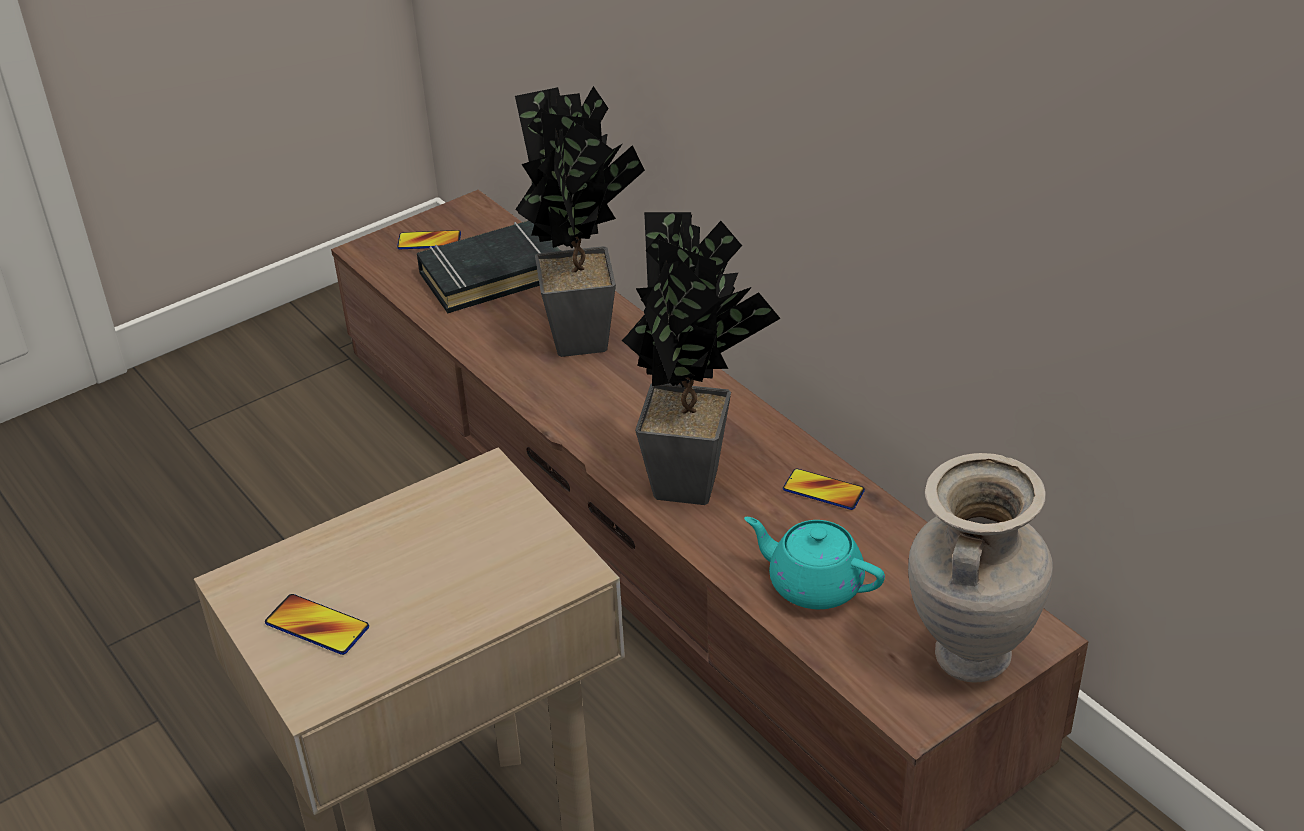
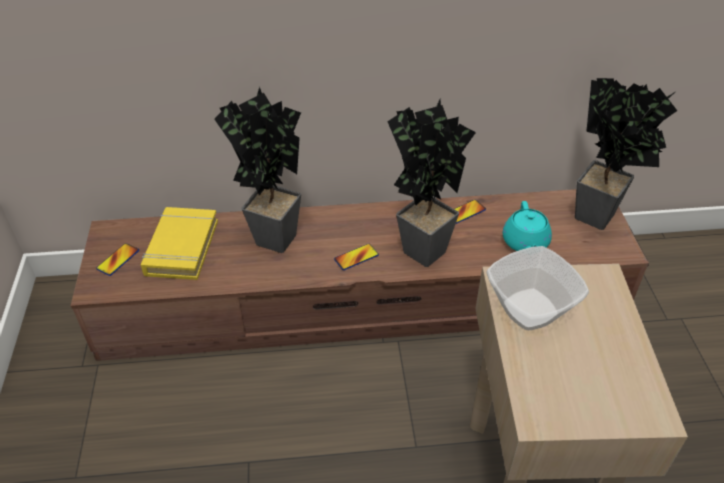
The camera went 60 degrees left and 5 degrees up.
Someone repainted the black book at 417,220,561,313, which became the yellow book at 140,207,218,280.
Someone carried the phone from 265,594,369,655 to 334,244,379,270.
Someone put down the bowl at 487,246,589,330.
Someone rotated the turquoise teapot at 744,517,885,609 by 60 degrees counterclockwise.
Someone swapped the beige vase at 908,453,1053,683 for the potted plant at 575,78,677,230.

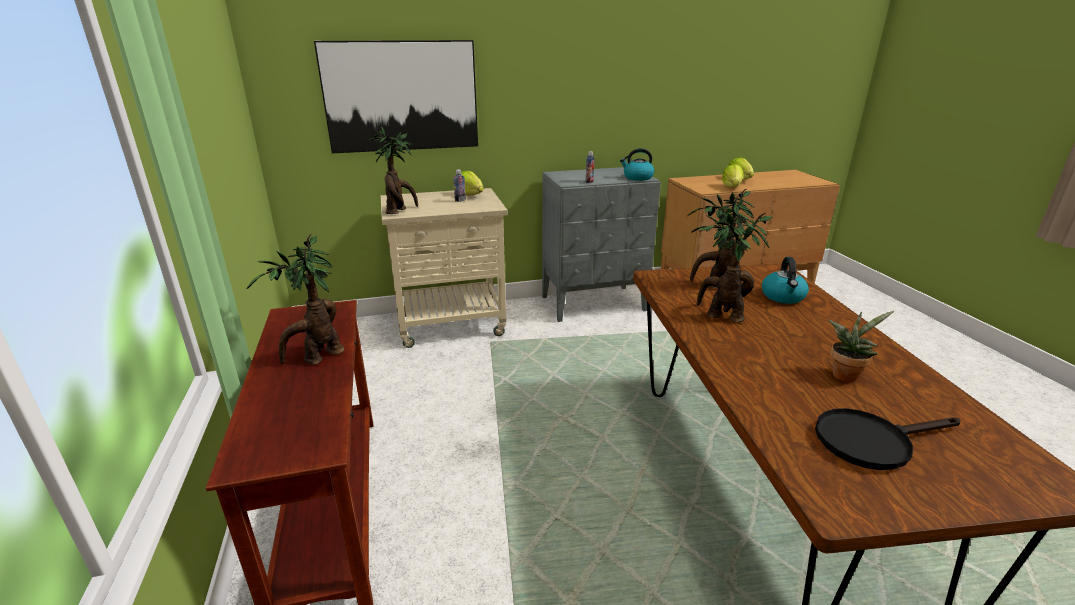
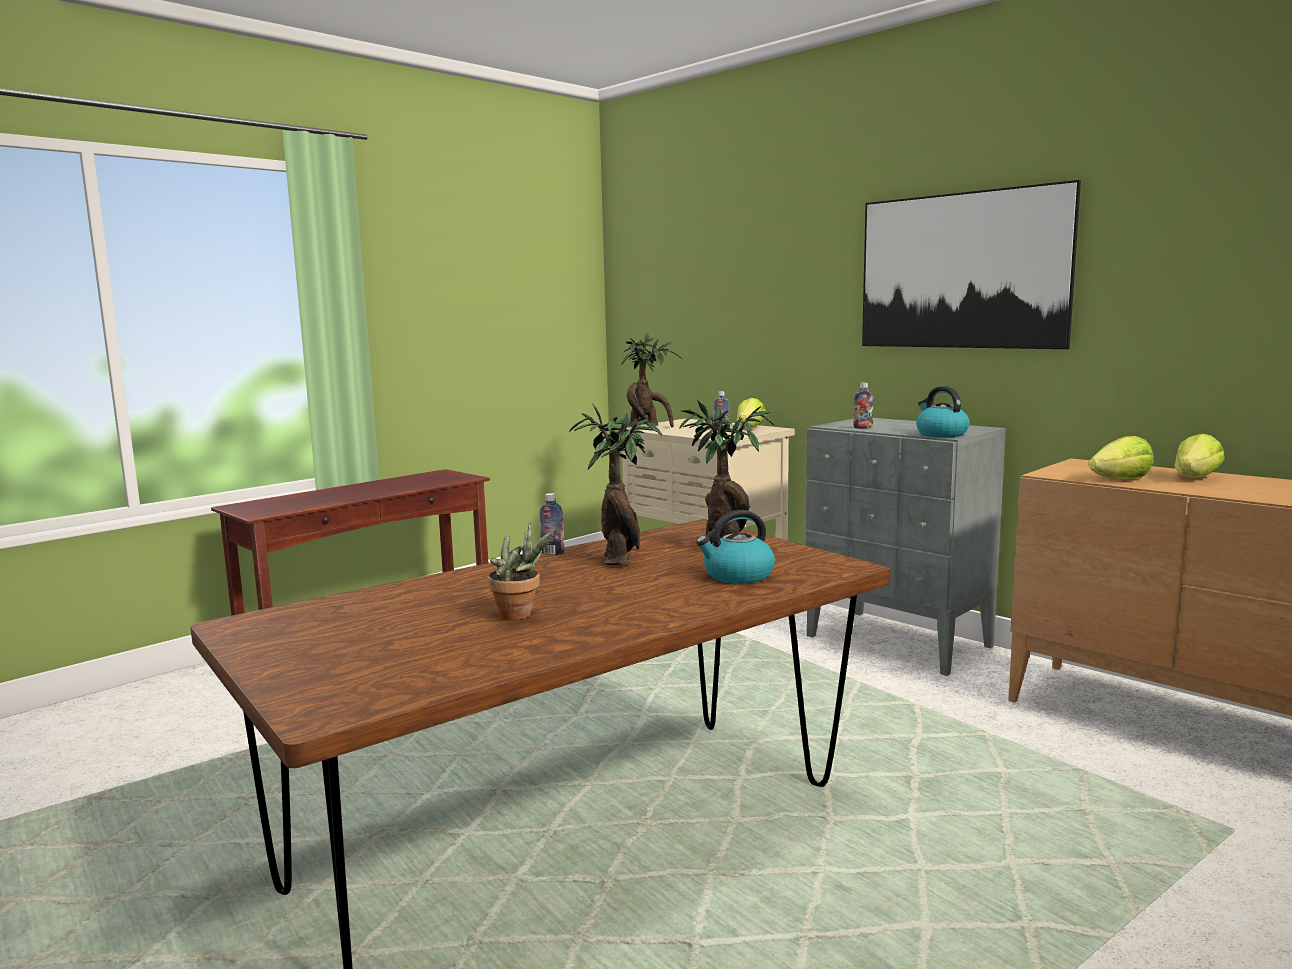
The camera went 60 degrees right and 15 degrees down.
Someone put down the bottle at 539,493,564,555.
Someone carried the picture from 314,40,478,153 to 862,180,1081,349.
Someone took away the potted plant at 247,234,344,364.
Someone took away the black frying pan at 815,408,960,470.

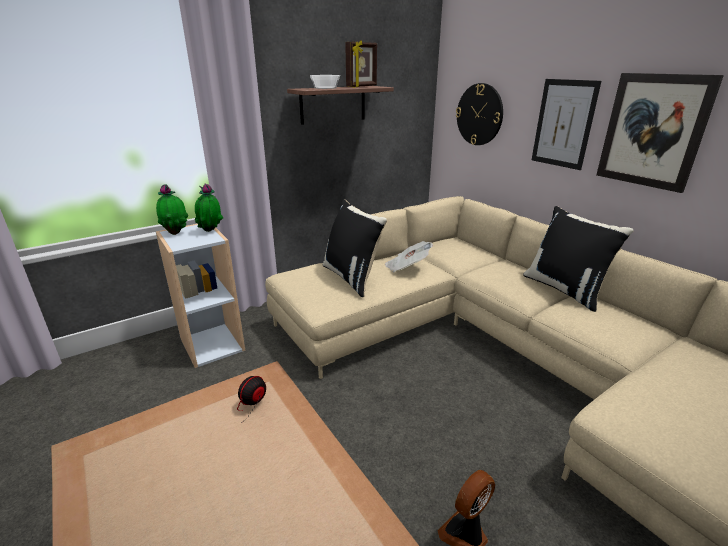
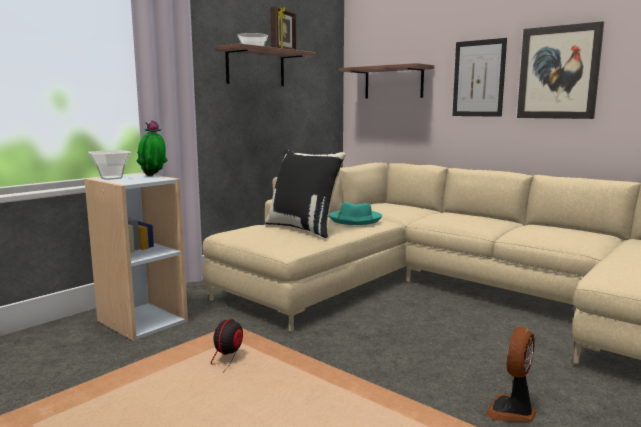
The camera went 15 degrees left and 15 degrees down.
Someone swapped the potted plant at 156,184,189,235 for the bowl at 88,150,131,180.
Someone swapped the newspaper at 385,241,433,273 for the turquoise hat at 329,202,382,225.
Someone swapped the wall clock at 456,83,503,145 for the shelf at 339,63,435,99.
Someone took away the black pillow at 523,206,634,312.

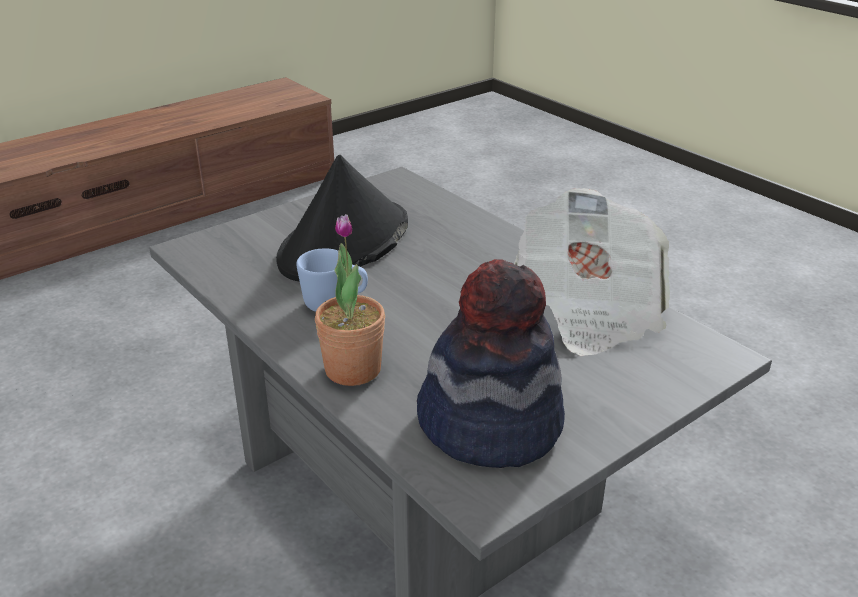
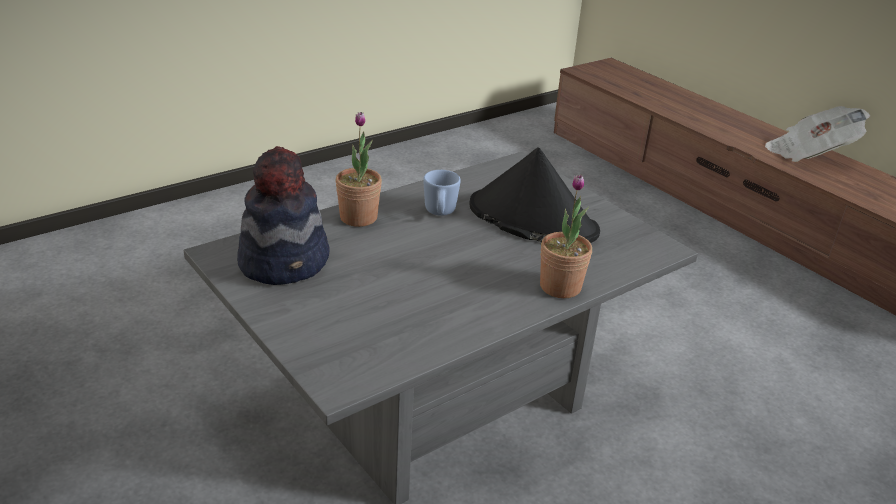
The camera went 90 degrees right and 0 degrees up.
Someone put down the potted plant at 540,174,592,298.
Someone carried the newspaper from 514,188,670,356 to 765,106,870,162.

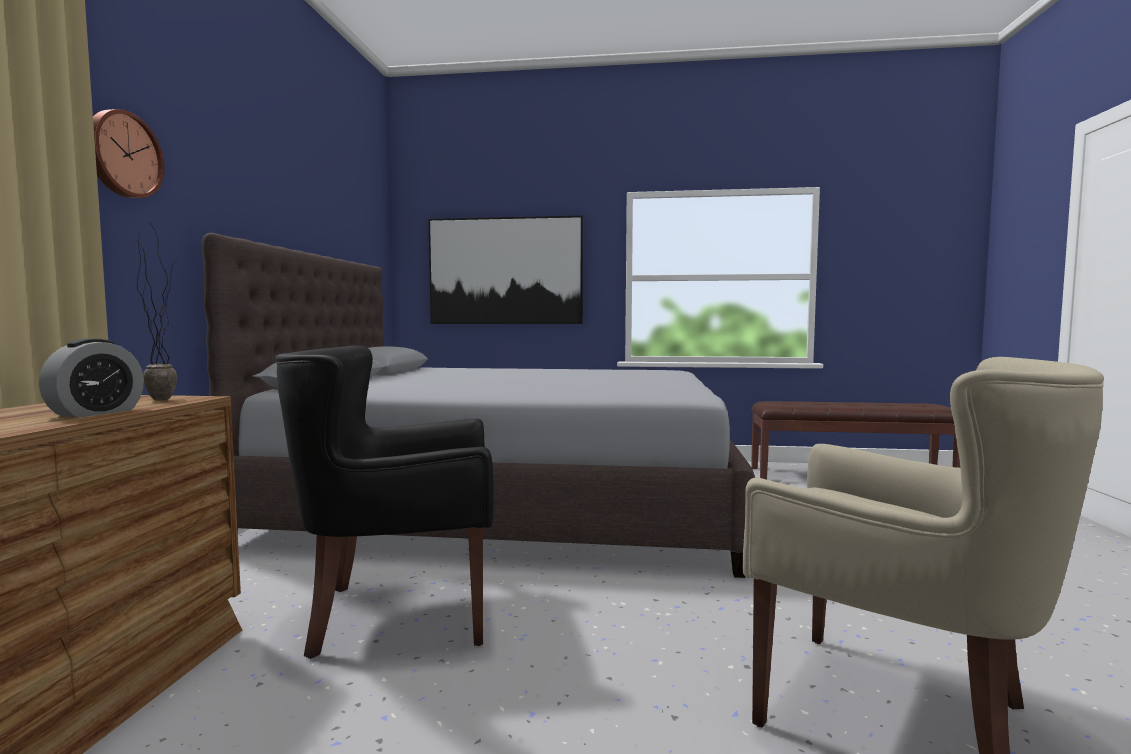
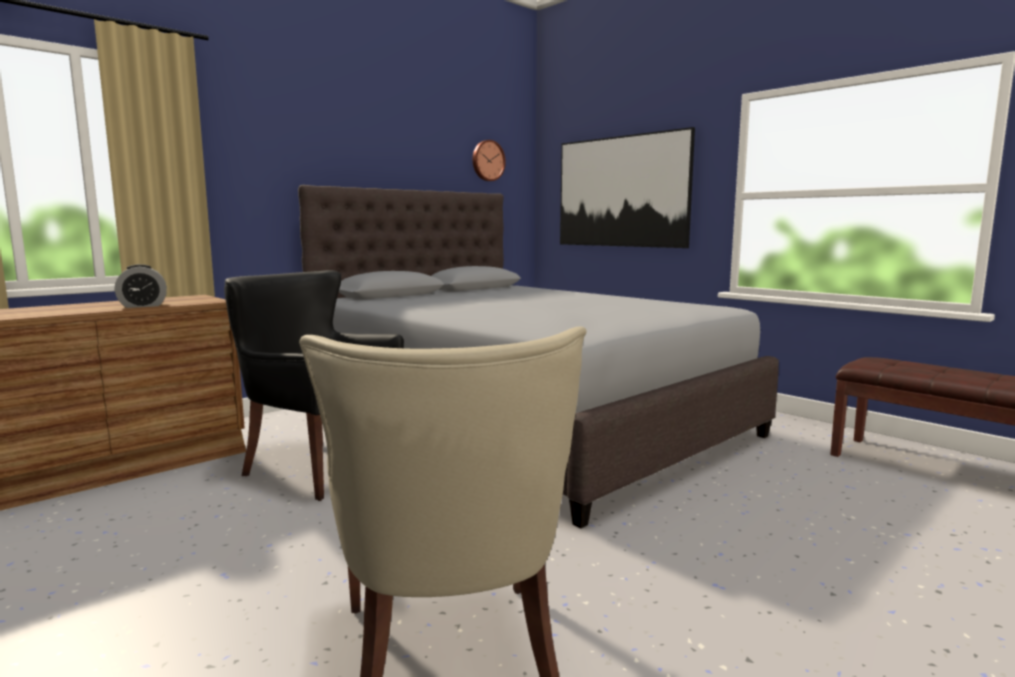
The camera went 40 degrees right and 5 degrees up.
Someone carried the wall clock from 93,109,165,198 to 473,140,506,181.
Someone took away the potted plant at 135,226,177,401.

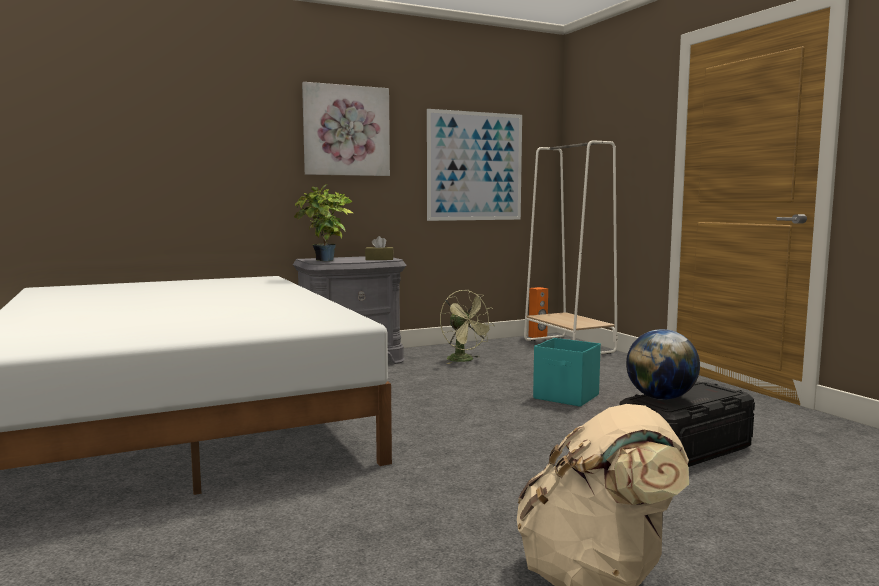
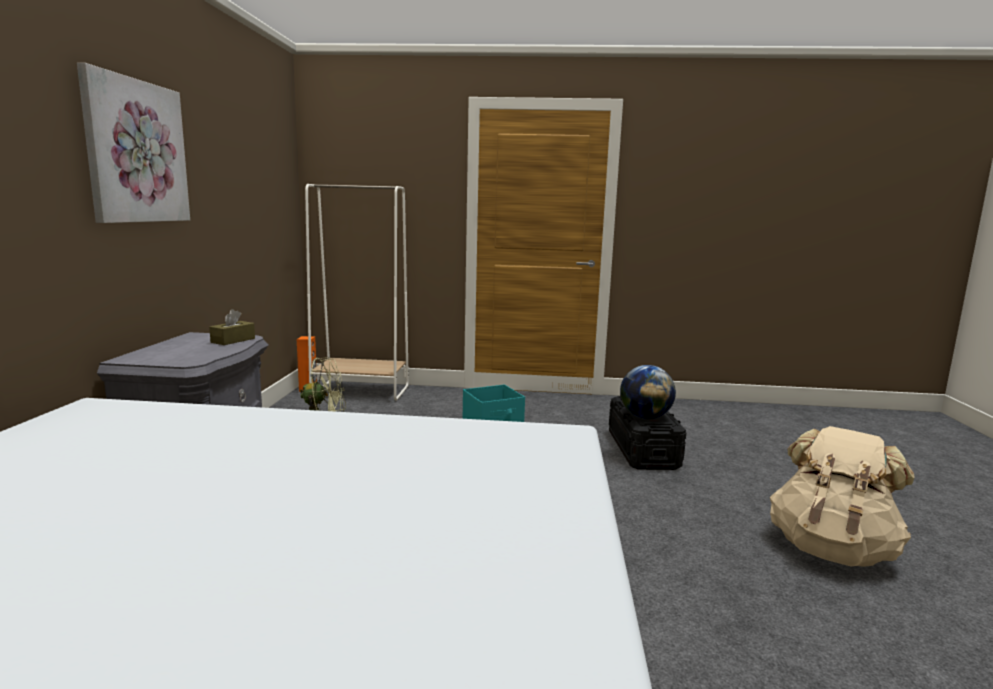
The camera went 60 degrees left and 5 degrees up.
Someone took away the potted plant at 294,184,353,261.
Someone took away the picture at 427,109,522,221.

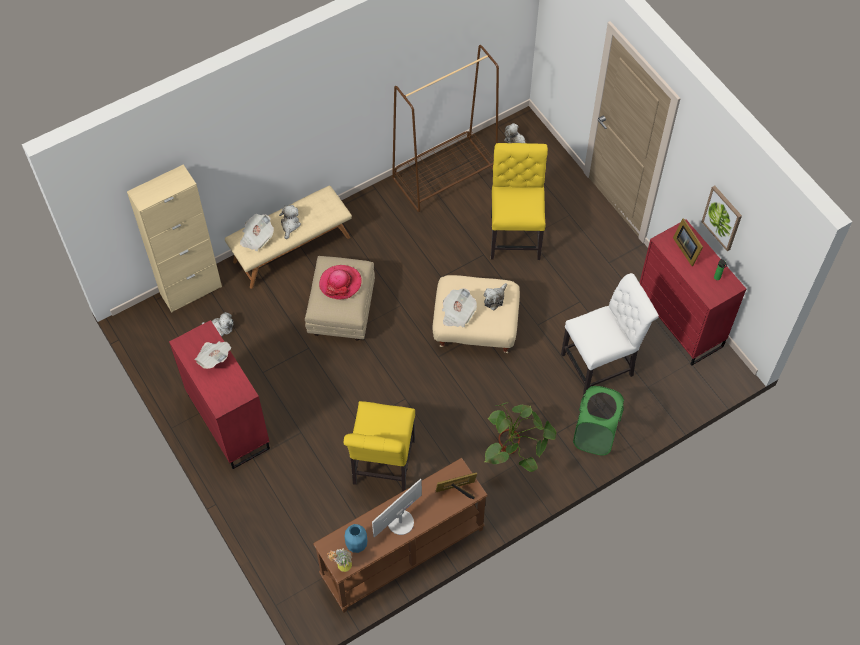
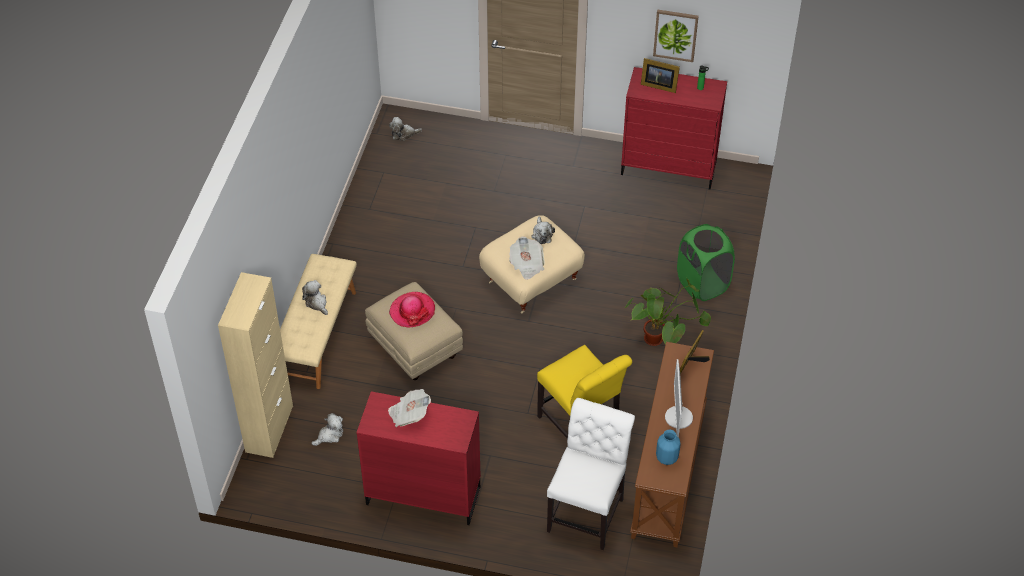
The camera went 45 degrees left and 10 degrees down.
Someone carried the white chair from 561,273,659,395 to 547,398,635,550.
Someone took away the newspaper at 240,214,274,251.
Someone took away the potted plant at 327,549,352,572.
Someone took away the brown clothes rack at 392,45,499,212.
Someone took away the yellow chair at 491,143,548,260.

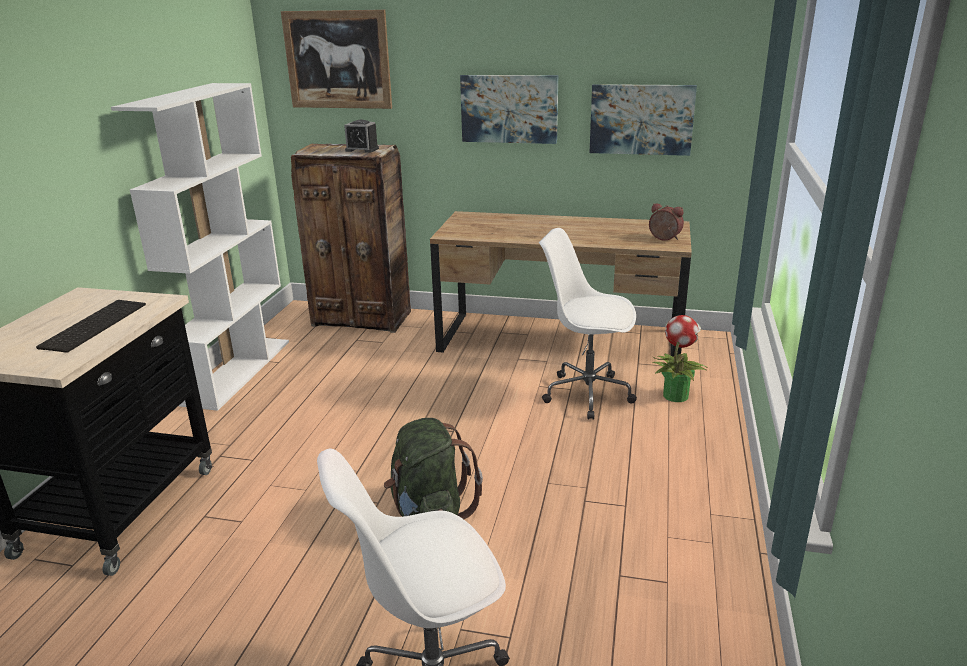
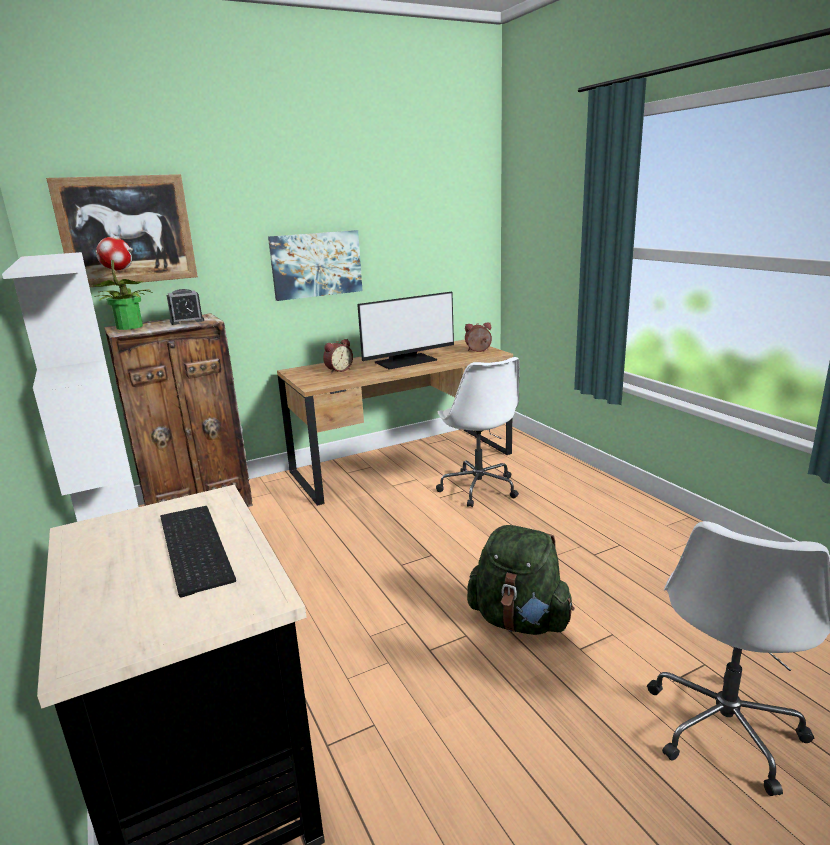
The camera went 40 degrees left and 5 degrees down.
Someone carried the potted plant from 652,315,708,402 to 93,237,153,330.
Someone put down the alarm clock at 323,339,353,373.
Someone put down the monitor at 357,292,454,370.
Someone rotated the white office chair at 539,228,637,420 by 90 degrees counterclockwise.
Someone took away the picture at 589,84,697,156.

